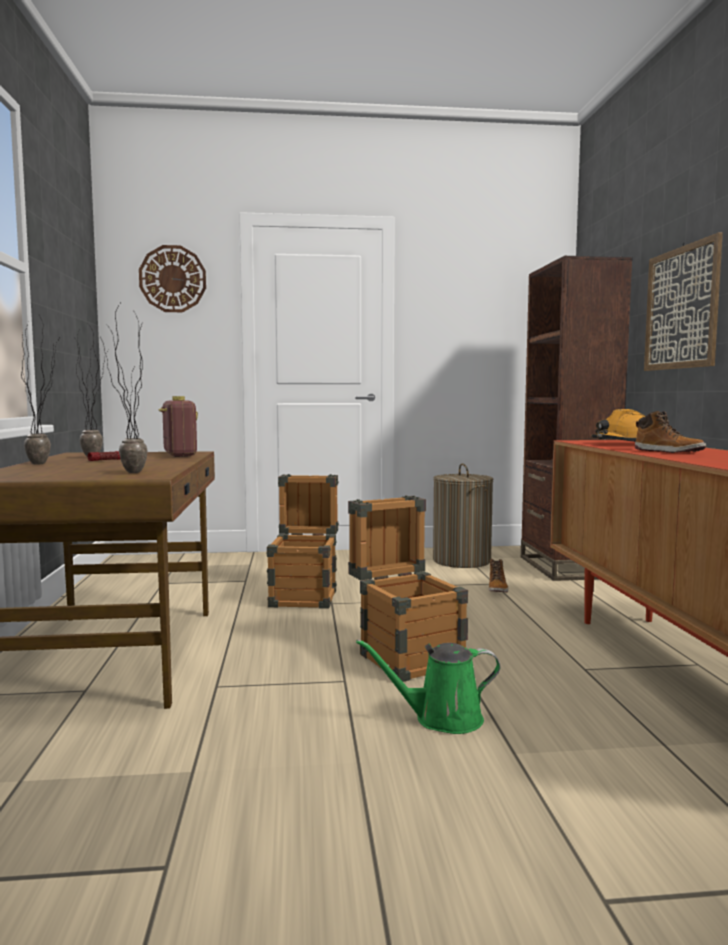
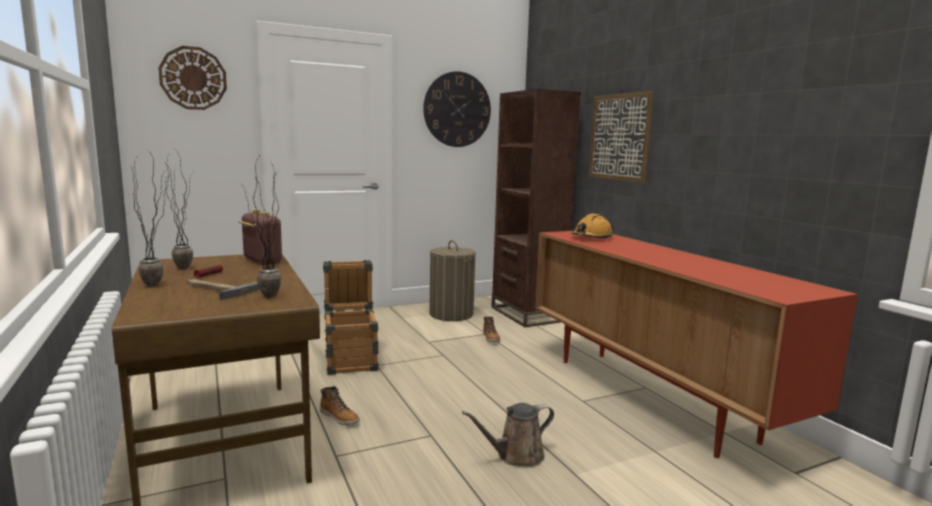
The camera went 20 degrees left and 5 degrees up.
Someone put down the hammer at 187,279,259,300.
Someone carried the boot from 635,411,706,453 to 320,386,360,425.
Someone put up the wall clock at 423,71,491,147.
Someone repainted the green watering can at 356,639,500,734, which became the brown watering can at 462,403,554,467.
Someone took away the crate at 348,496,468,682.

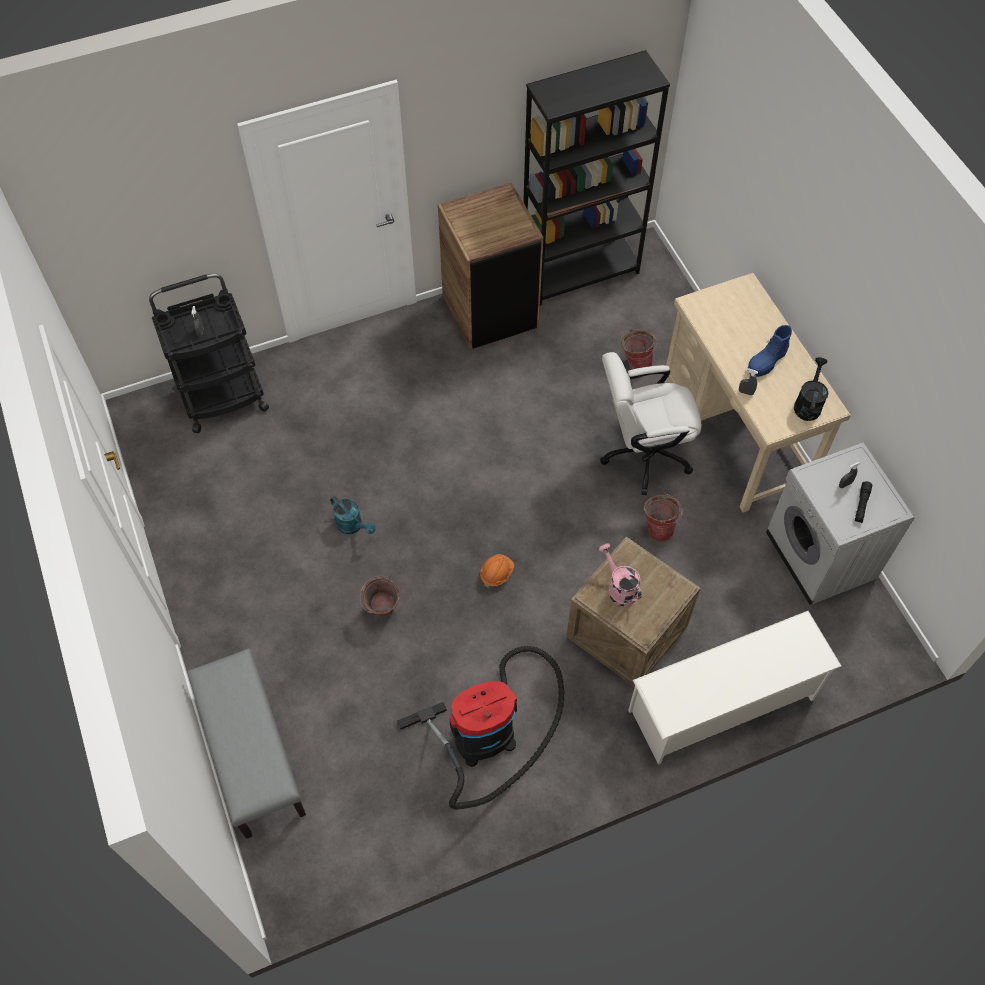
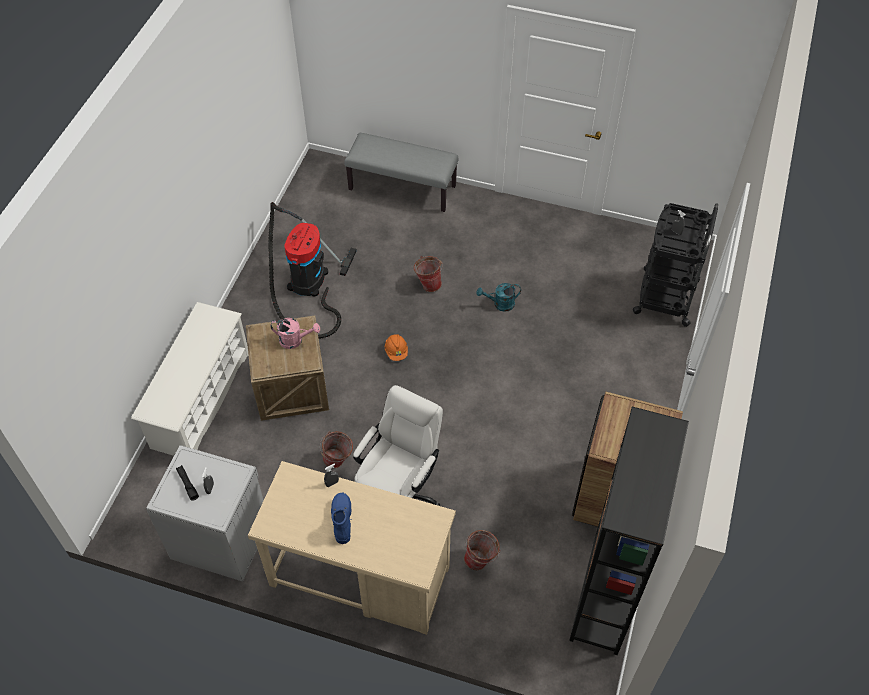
The camera went 130 degrees right and 5 degrees down.
Someone took away the black watering can at 794,357,828,421.

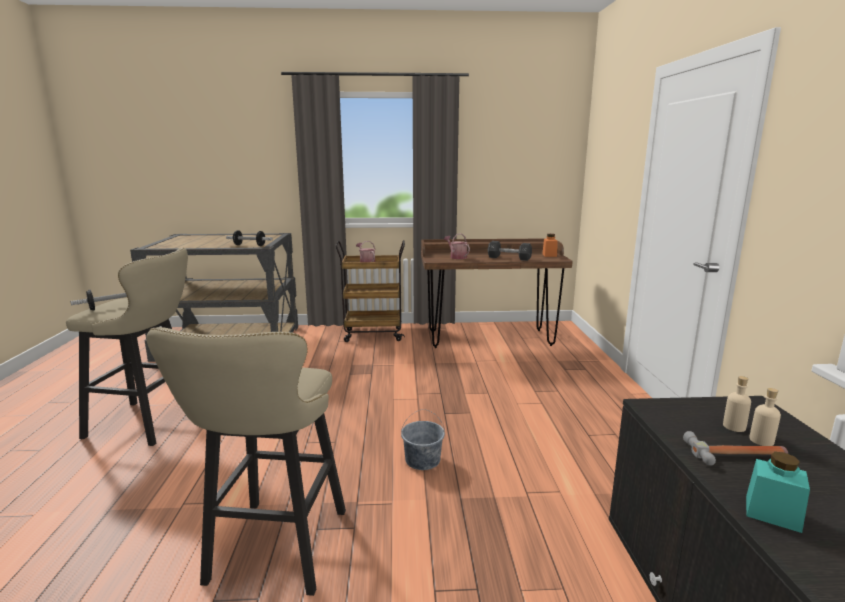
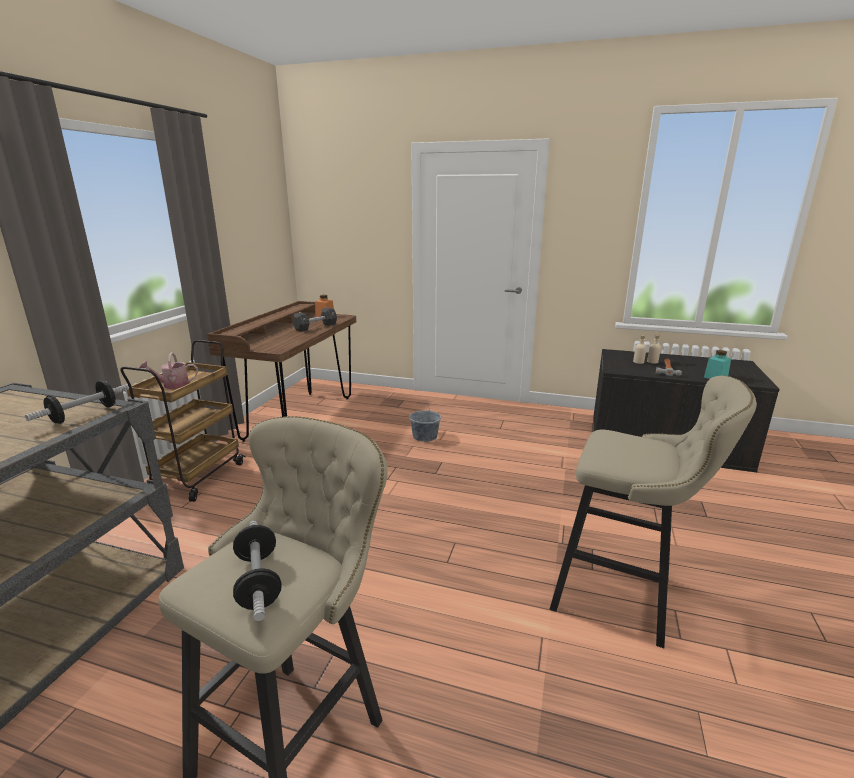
The camera went 70 degrees left and 5 degrees up.
Someone carried the grey bucket from 401,409,445,470 to 409,400,441,442.
Someone took away the watering can at 444,233,470,259.

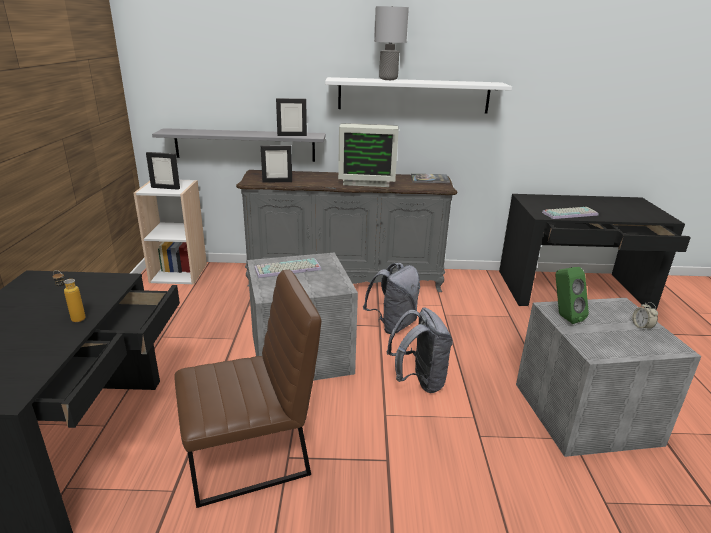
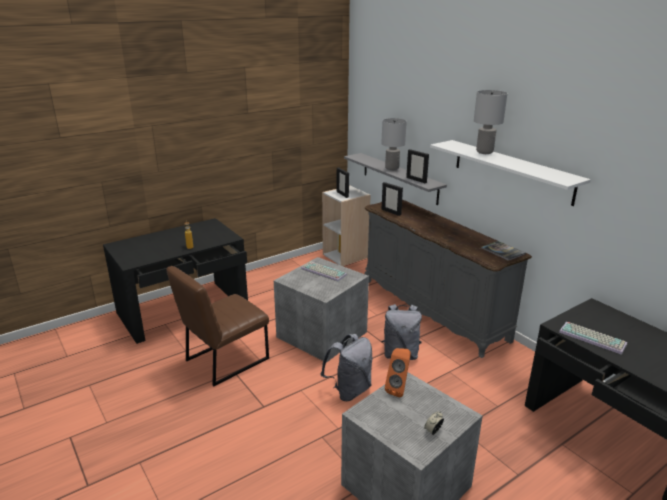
The camera went 55 degrees right and 0 degrees up.
Someone rotated the brown chair at 175,270,321,508 by 105 degrees clockwise.
Someone put down the grey table lamp at 381,118,407,171.
Someone repainted the green speaker at 556,267,589,324, which became the orange speaker at 385,348,411,397.
Someone took away the monitor at 338,123,399,187.

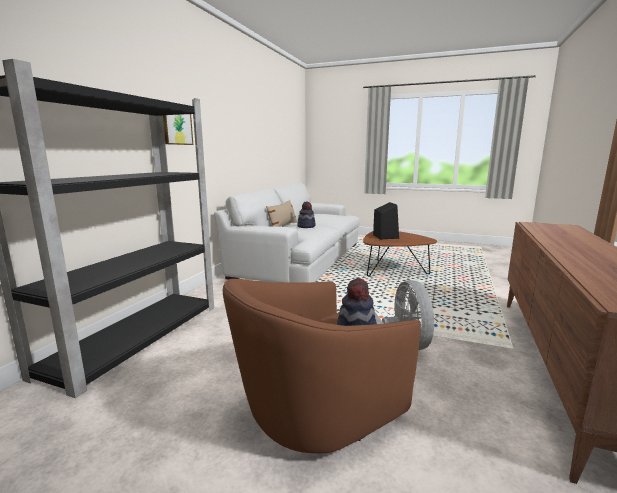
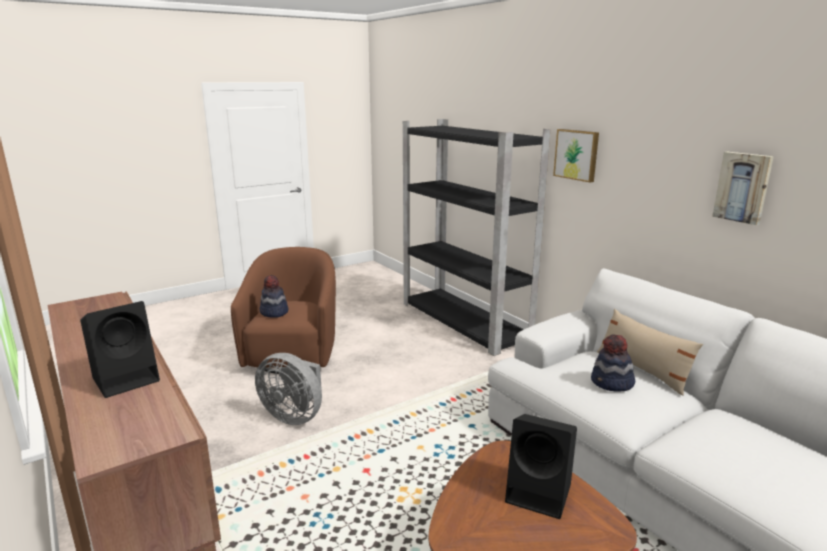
The camera went 125 degrees right and 5 degrees up.
Someone put down the black speaker at 80,301,160,398.
Someone put up the picture at 712,152,774,225.

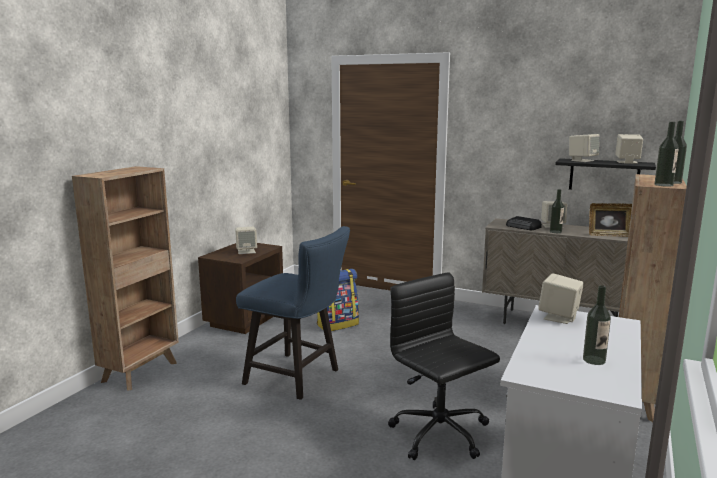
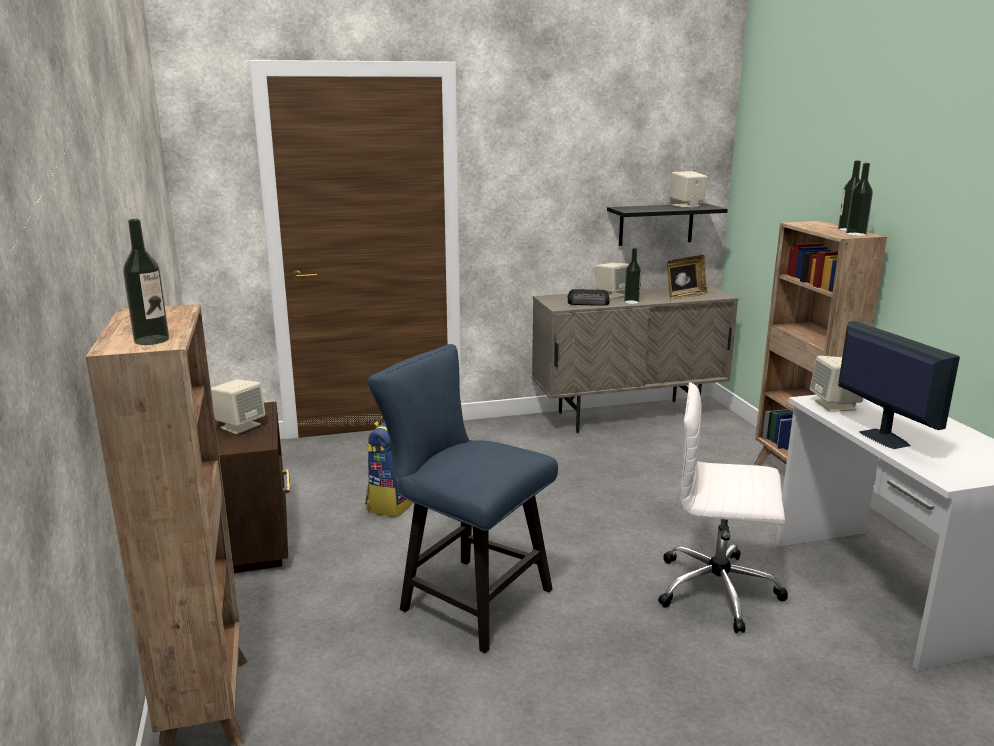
The camera went 40 degrees left and 5 degrees up.
Someone carried the bottle from 583,285,611,365 to 123,219,169,345.
Someone rotated the blue chair at 236,226,350,400 by 135 degrees counterclockwise.
Someone repainted the black office chair at 388,273,500,460, which became the white office chair at 658,382,788,633.
Someone put down the monitor at 838,321,960,449.
Someone took away the beige speaker at 569,134,599,162.

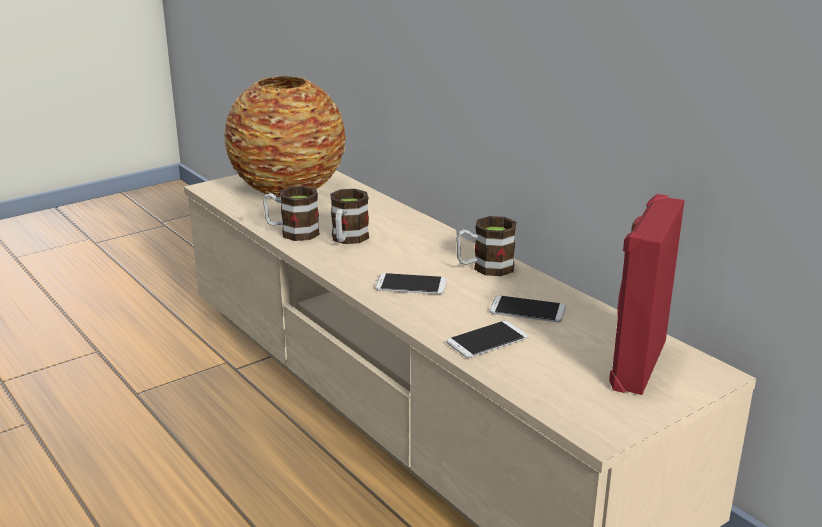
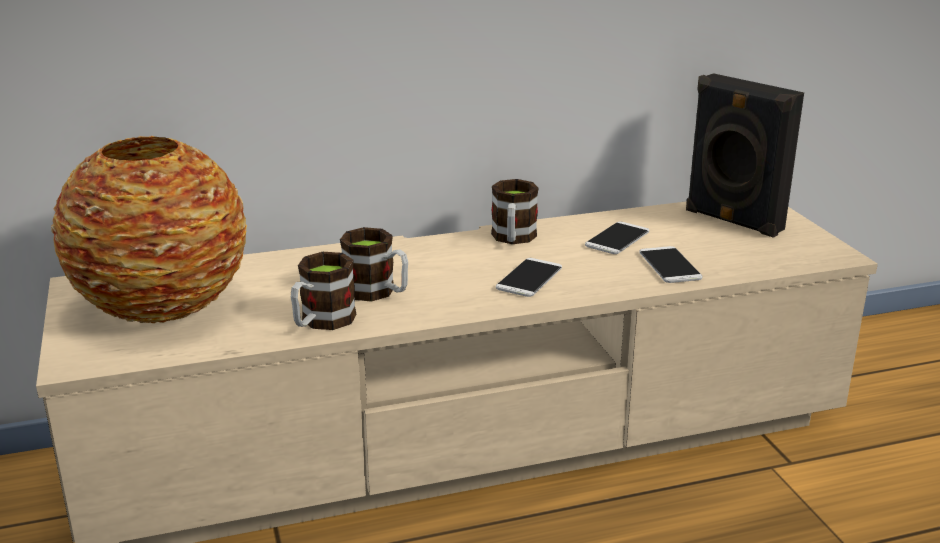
The camera went 70 degrees left and 0 degrees up.
Someone repainted the red speaker at 609,194,685,395, which became the black speaker at 686,73,804,238.

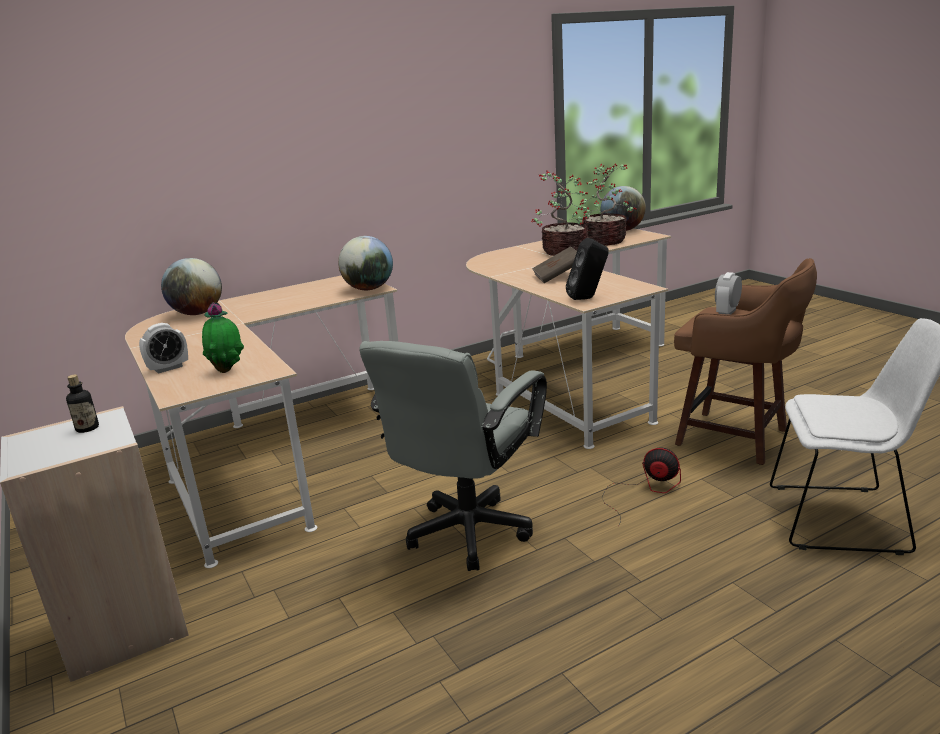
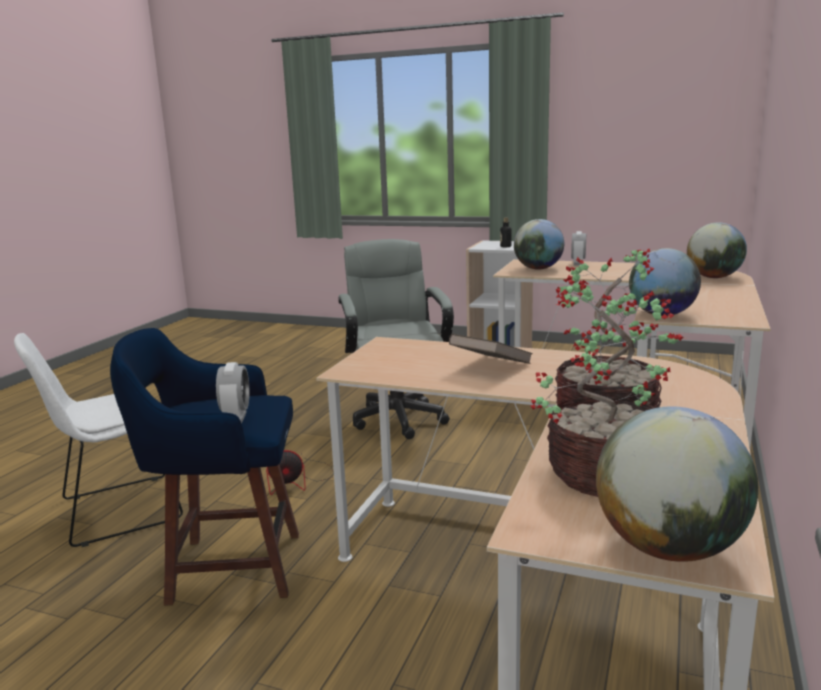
The camera went 140 degrees right and 5 degrees down.
Someone repainted the brown stool at 674,258,817,465, which became the blue stool at 110,328,299,606.
Someone swapped the potted plant at 202,302,244,373 for the globe at 514,219,564,270.
Someone took away the black speaker at 566,238,609,300.

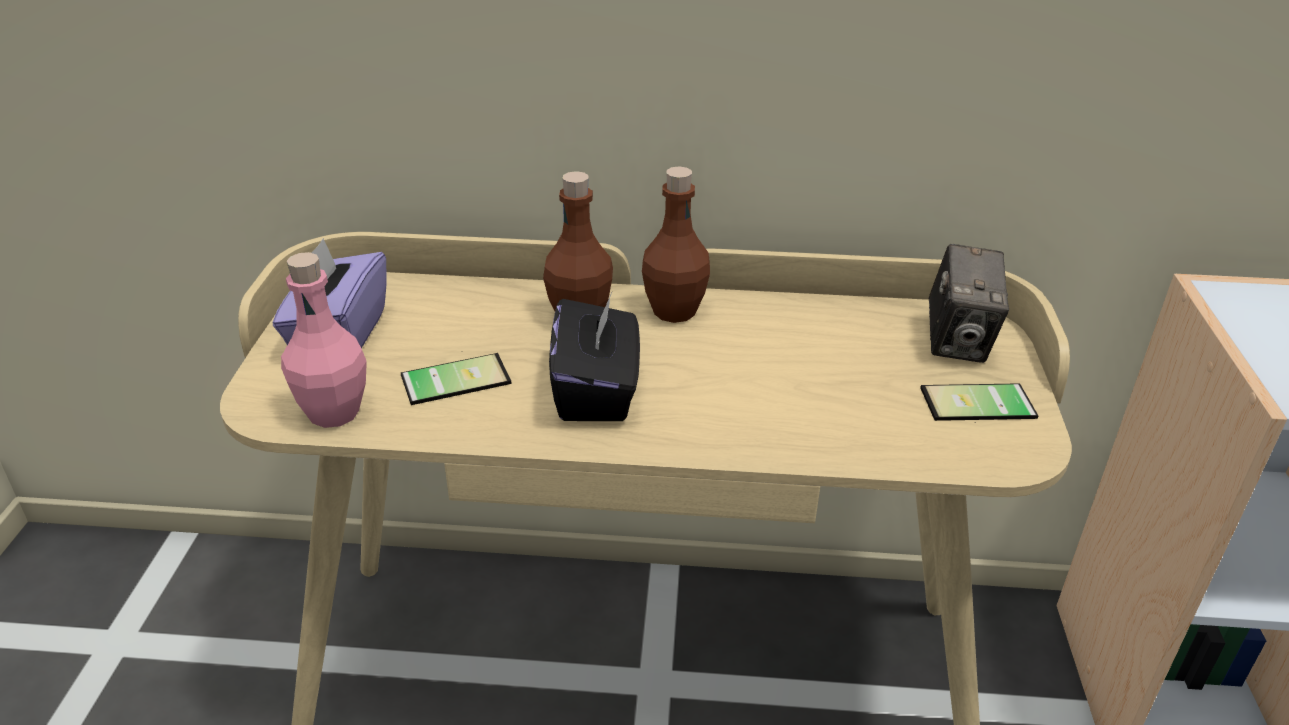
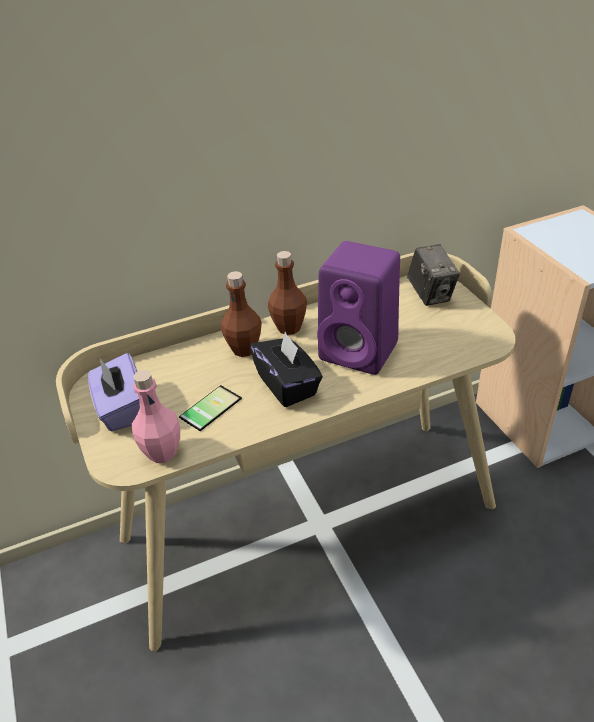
The camera went 25 degrees left and 5 degrees up.
Someone put down the purple speaker at 317,241,400,375.
Someone took away the phone at 920,383,1038,421.

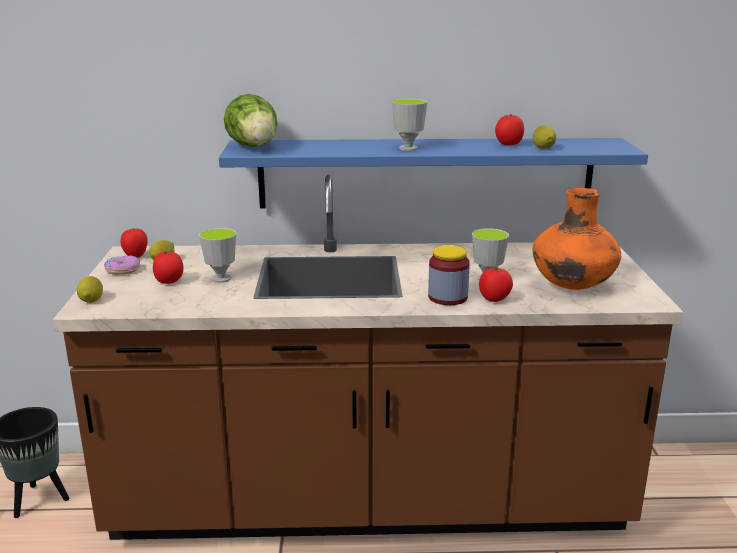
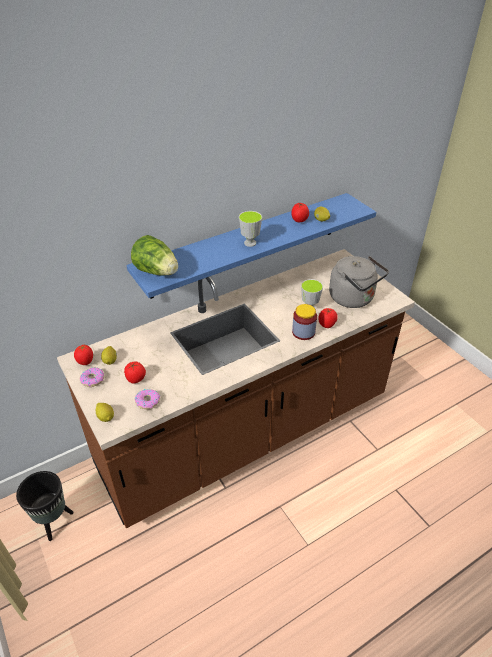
The camera went 30 degrees left and 20 degrees up.
Someone put down the donut at 135,389,160,410.
Someone swapped the orange vase at 533,188,621,290 for the grey kettle at 329,256,389,308.
Someone took away the cup at 199,228,236,283.

